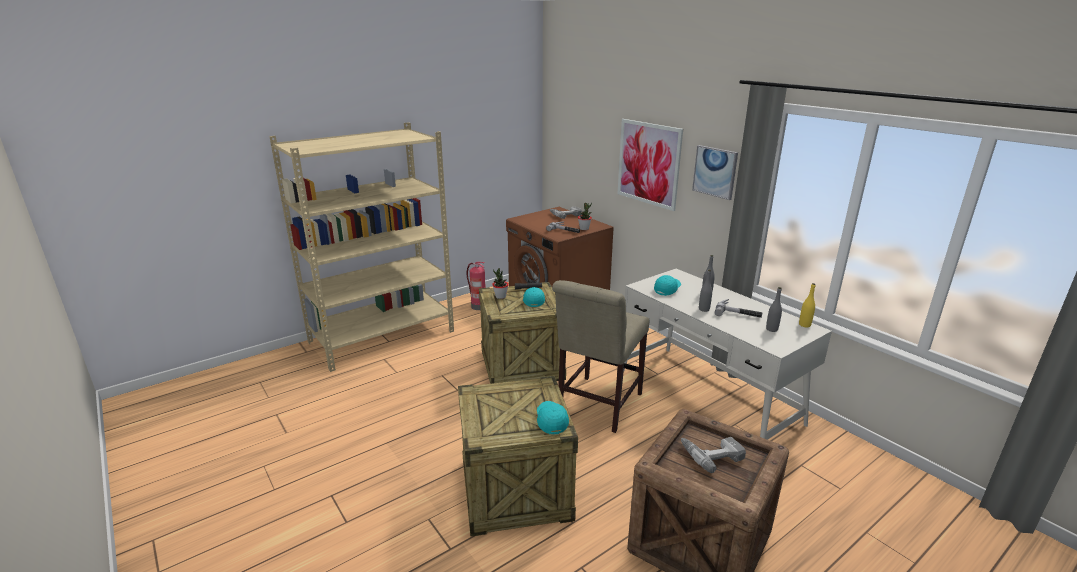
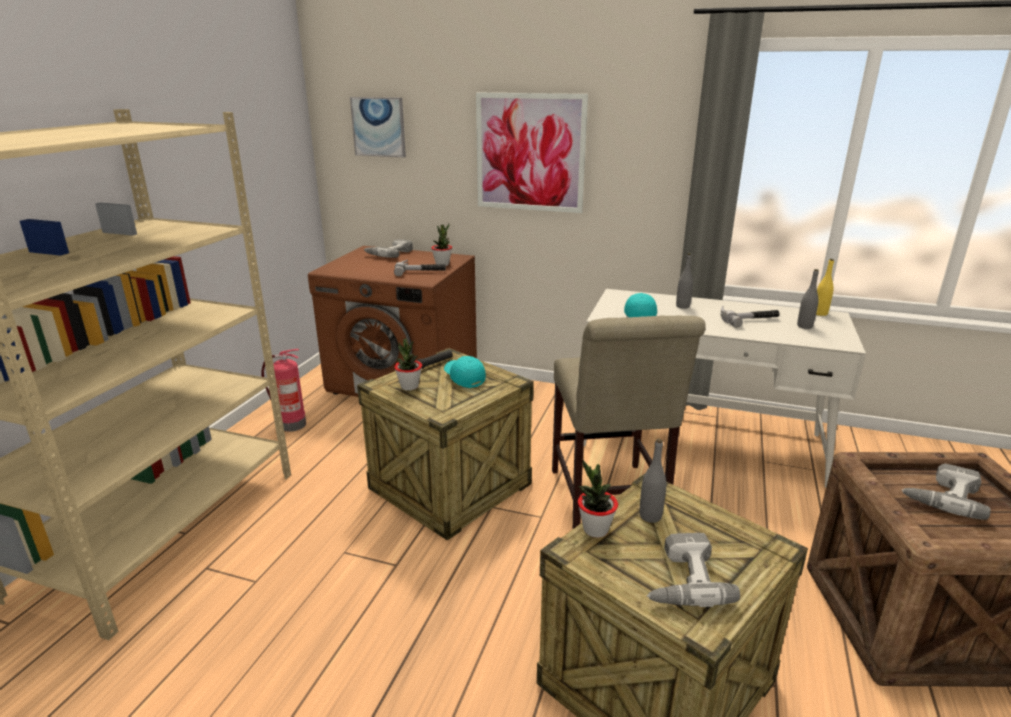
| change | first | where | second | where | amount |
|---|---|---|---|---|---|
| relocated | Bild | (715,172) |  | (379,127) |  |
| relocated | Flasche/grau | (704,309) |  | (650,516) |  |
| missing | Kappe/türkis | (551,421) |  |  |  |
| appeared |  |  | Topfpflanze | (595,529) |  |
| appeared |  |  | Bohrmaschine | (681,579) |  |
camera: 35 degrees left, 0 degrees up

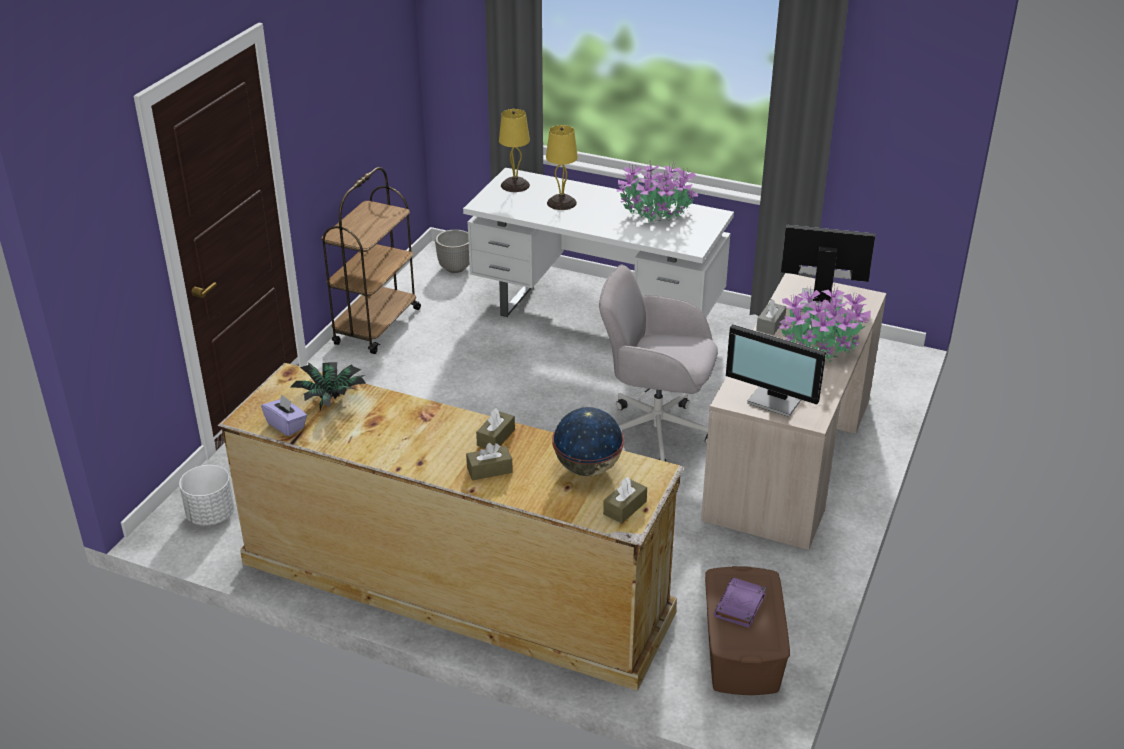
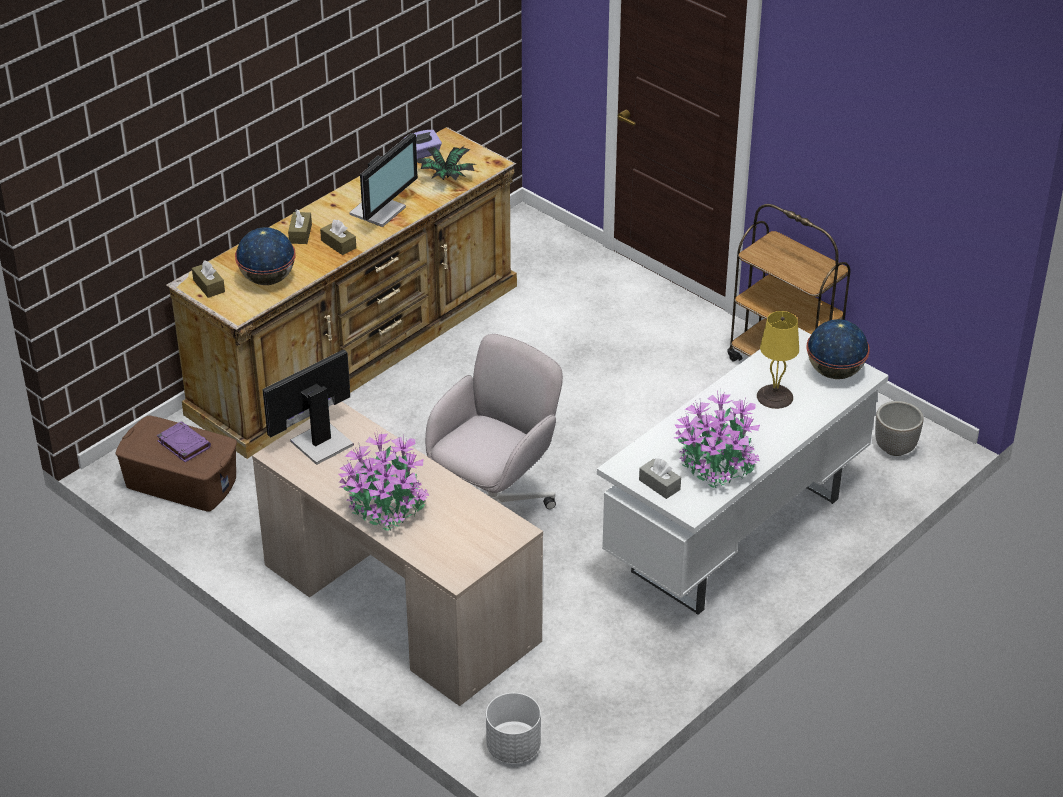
| change | first | where | second | where | amount |
|---|---|---|---|---|---|
| exchanged | Tischlampe/gelb | (516,185) | Globus | (835,372) |  |
| relocated | Monitor | (820,301) |  | (380,211) |  |
| relocated | Taschentuchbox/grau | (770,324) |  | (659,485) |  |
| relocated | Pflanzkübel/weiß | (211,515) |  | (513,747) |  |
camera: 110 degrees right, 5 degrees up

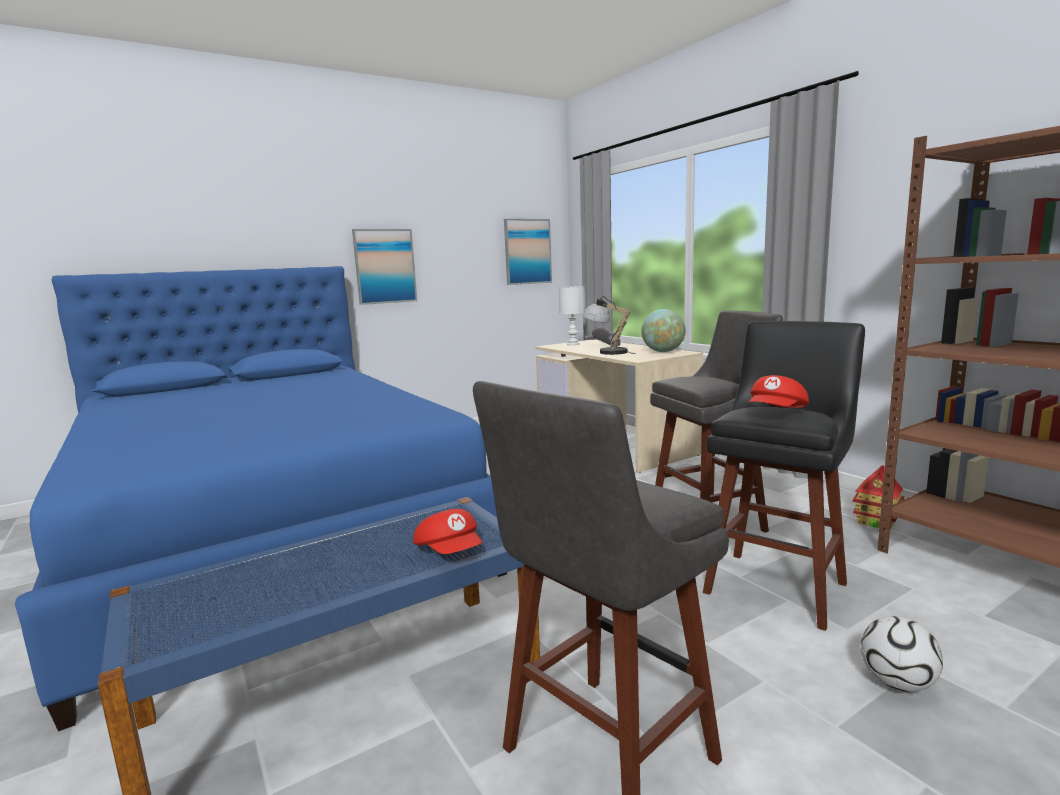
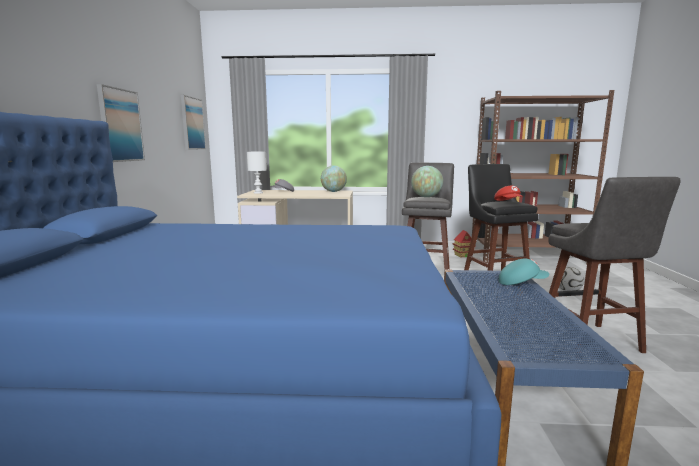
| change | first | where | second | where | amount |
|---|---|---|---|---|---|
| missing | Tischlampe | (606,352) |  |  |  |
| colour | Kappe/rot | (450,552) | Kappe/türkis | (521,283) |  |
| appeared |  |  | Globus | (426,197) |  |
camera: 55 degrees left, 0 degrees up

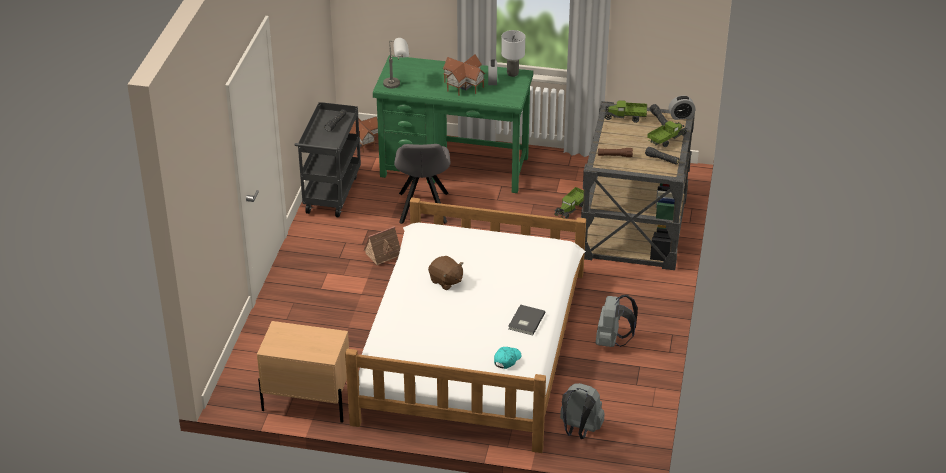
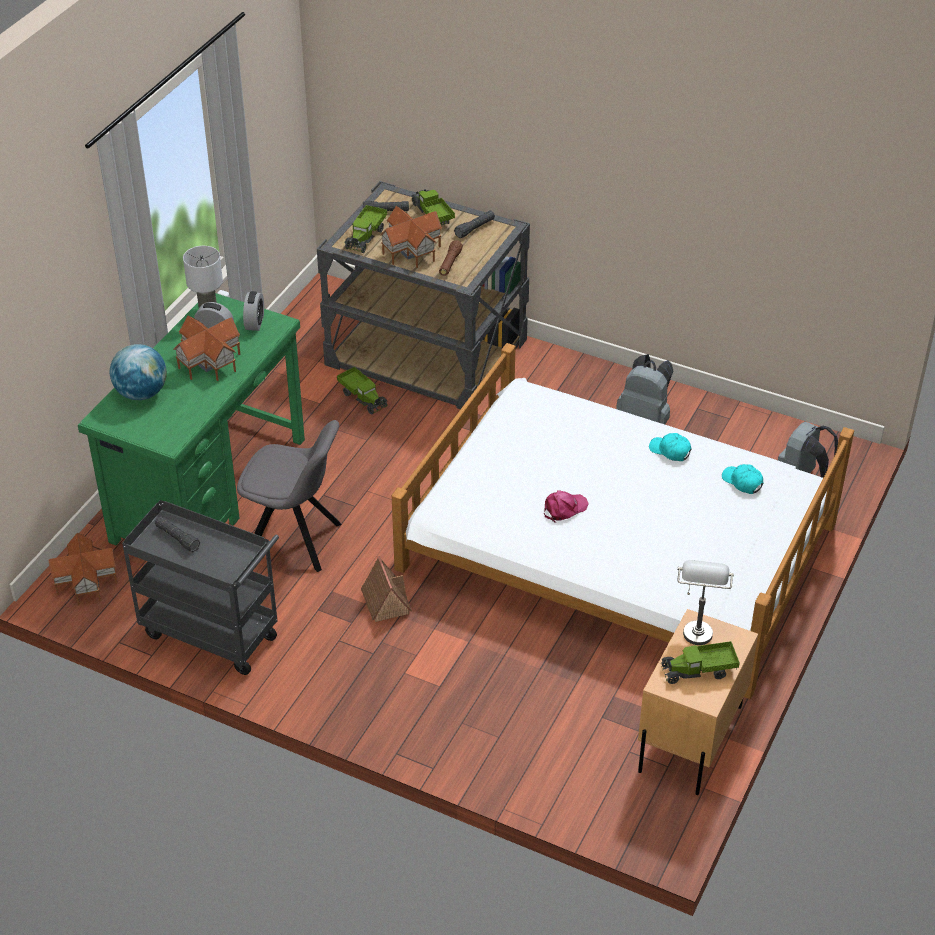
| change | first | where | second | where | amount |
|---|---|---|---|---|---|
| relocated | Tischlampe/grau | (397,83) |  | (697,626) |  |
| relocated | Wecker | (681,116) |  | (254,323) |  |
| exchanged | Plüschtier/braun | (446,281) | Kappe/rosa | (564,509) |  |
| exchanged | Buch/grau | (525,321) | Kappe/türkis | (670,451) |  |
| appeared |  |  | Spielzeughaus | (412,250) |  |
| appeared |  |  | Globus | (141,393) |  |
| appeared |  |  | Spielzeuglaster | (699,671) |  |
camera: 75 degrees left, 5 degrees up

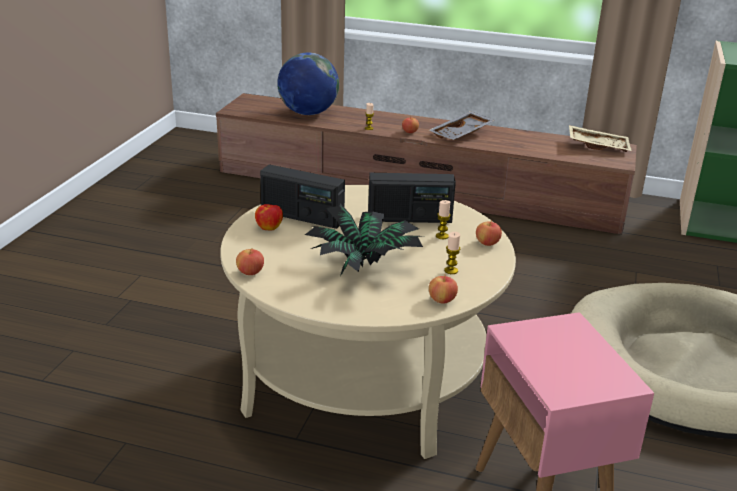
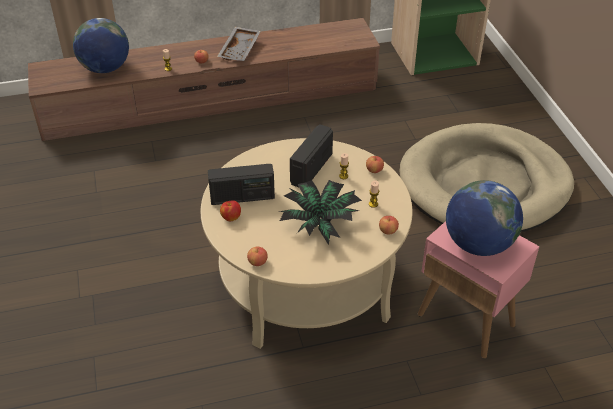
| change | first | where | second | where | amount |
|---|---|---|---|---|---|
| missing | Tablett/beige | (598,146) |  |  |  |
| spun | Radio | (409,218) |  | (311,168) | 150 degrees clockwise |
| appeared |  |  | Globus | (478,244) |  |
camera: 30 degrees left, 15 degrees up

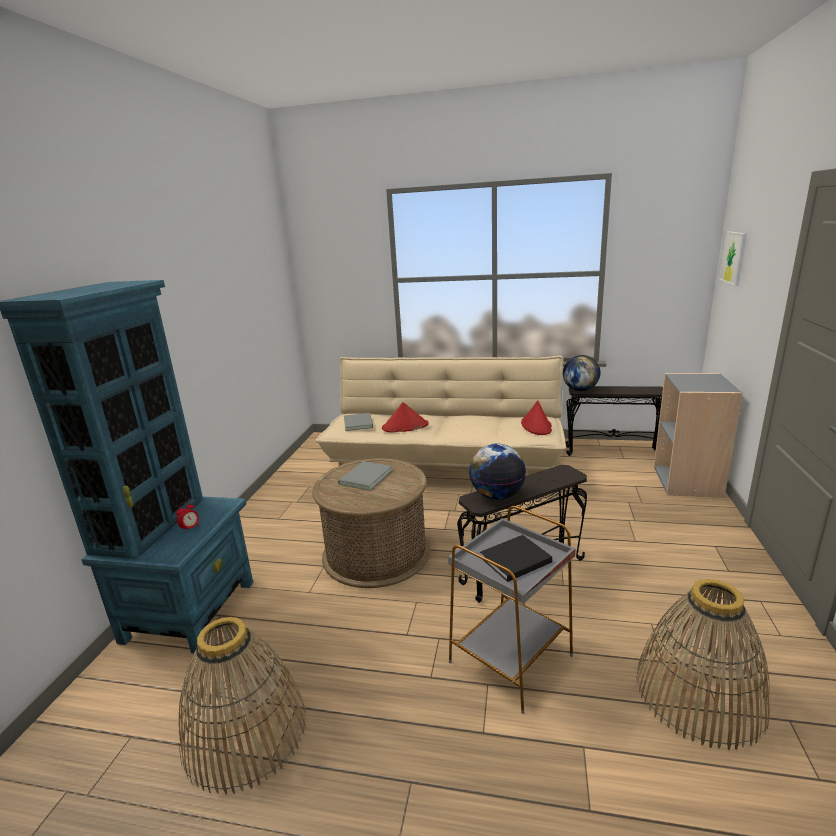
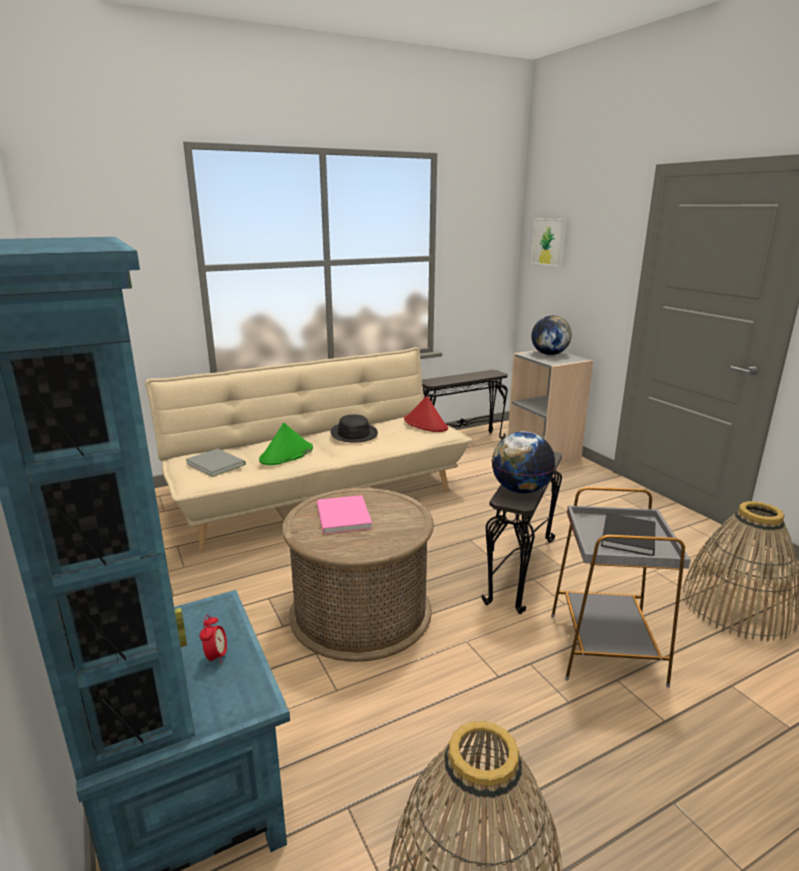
| change | first | where | second | where | amount |
|---|---|---|---|---|---|
| relocated | Globus | (580,390) |  | (549,354) |  |
| colour | Hut/rot | (405,426) | Hut/grün | (286,454) |  |
| colour | Buch/grau | (364,477) | Buch/rosa | (342,517) |  |
| appeared |  |  | Hut/schwarz | (353,433) |  |
camera: 40 degrees left, 0 degrees up

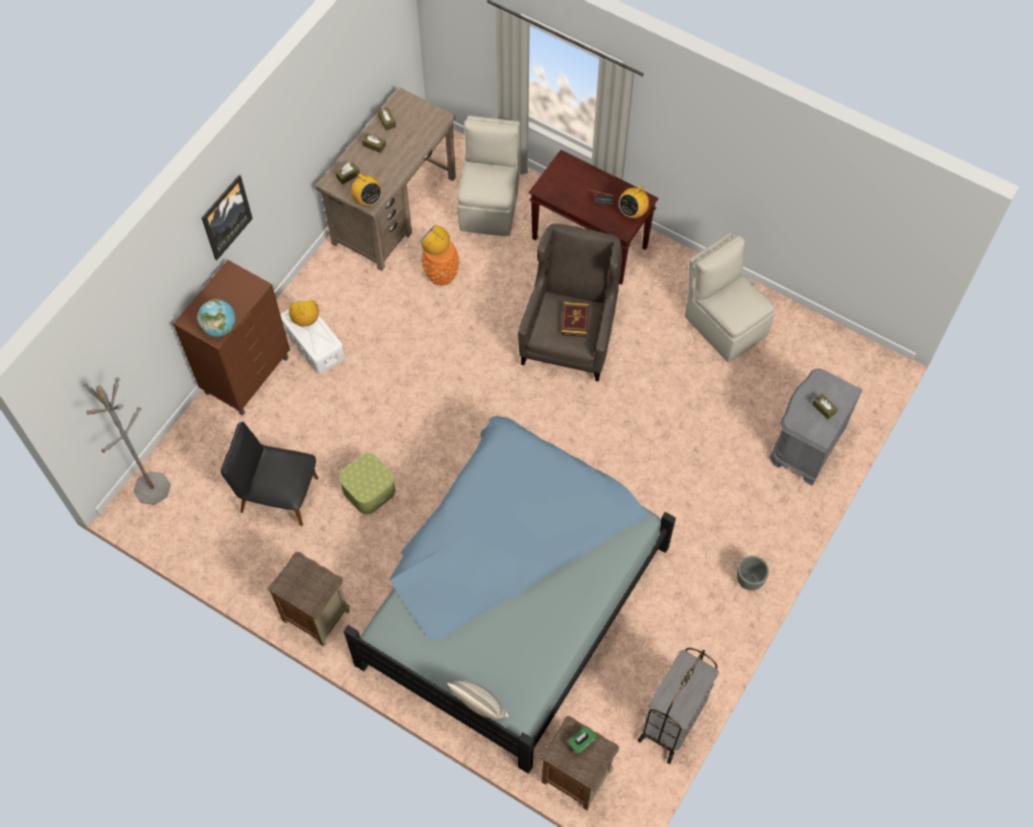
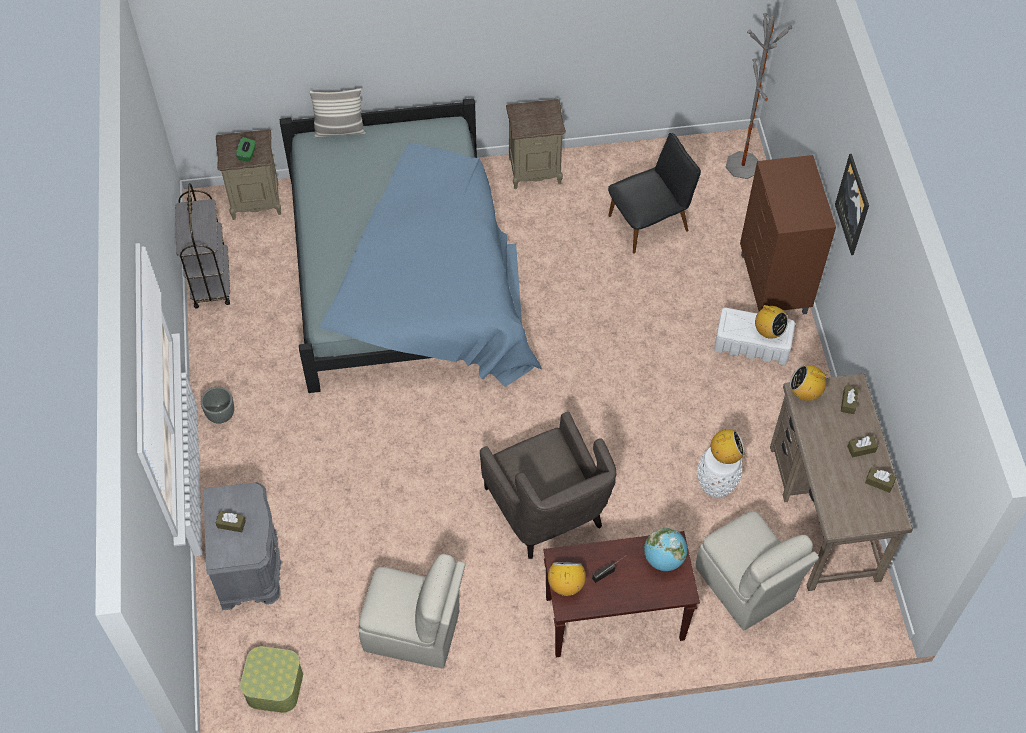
| change | first | where | second | where | amount |
|---|---|---|---|---|---|
| colour | Hocker/orange | (441,274) | Hocker/weiß | (716,483) |  |
| relocated | Globus | (219,327) |  | (664,559) |  |
| missing | Buch | (575,320) |  |  |  |
| relocated | Aufbewahrungsbox | (368,490) |  | (274,686) |  |
camera: 140 degrees right, 5 degrees down

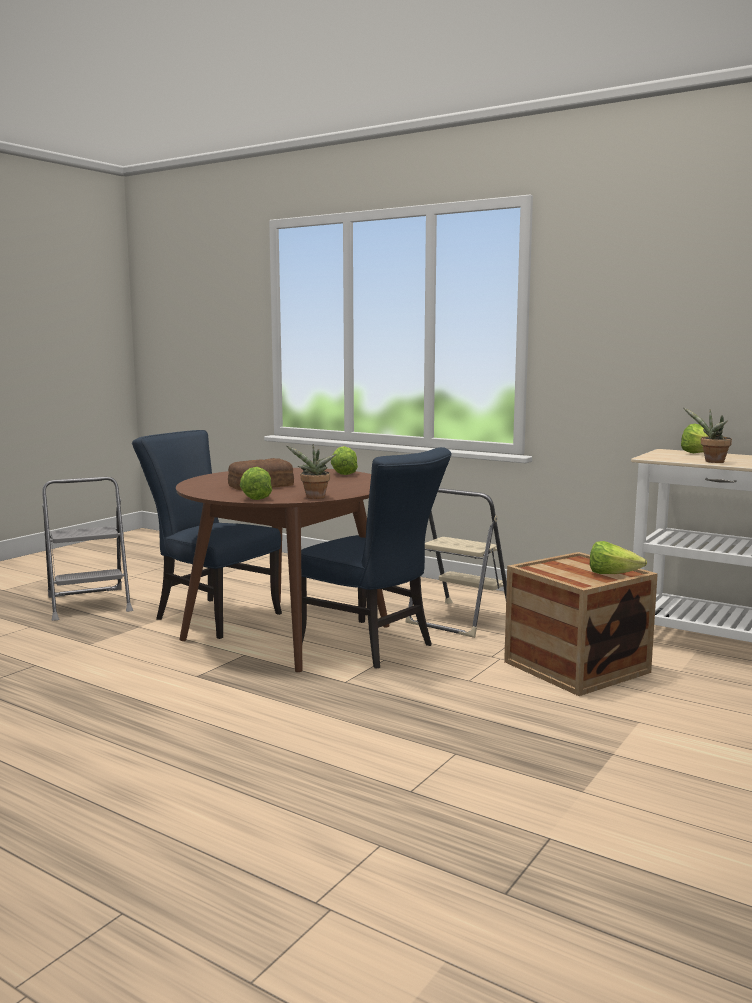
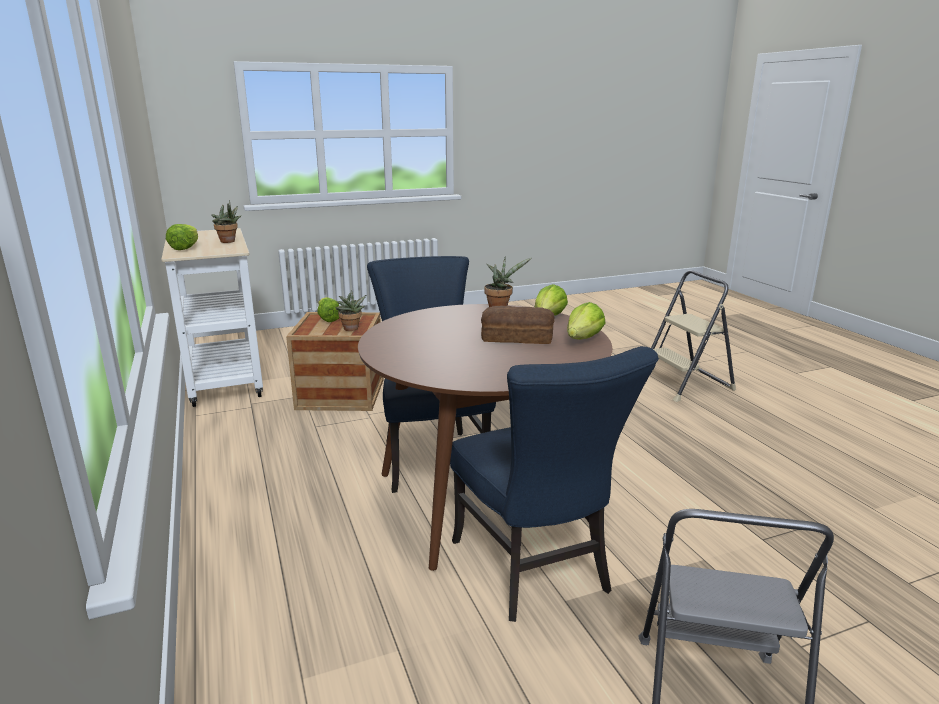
| change | first | where | second | where | amount |
|---|---|---|---|---|---|
| relocated | Salatkopf | (343,473) |  | (583,339) |  |
| relocated | Trittleiter/beige | (457,619) |  | (688,383) |  |
| appeared |  |  | Topfpflanze | (351,329) |  |
camera: 145 degrees left, 10 degrees up

